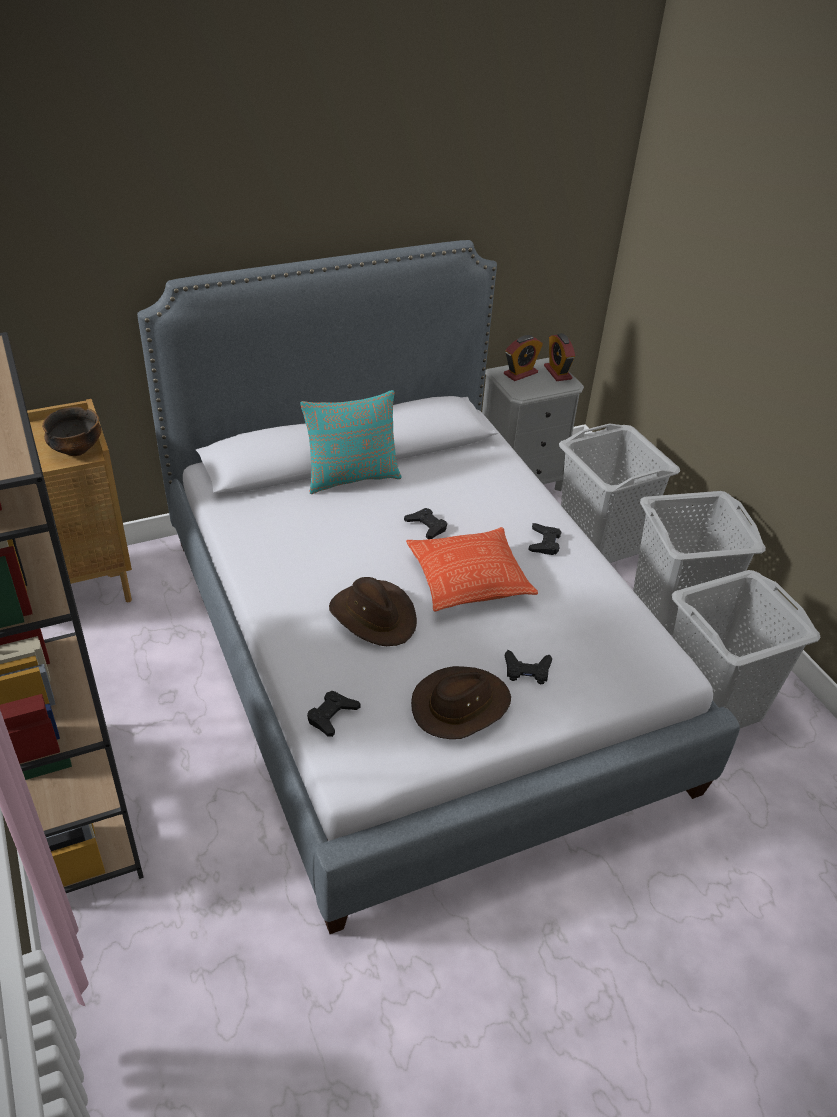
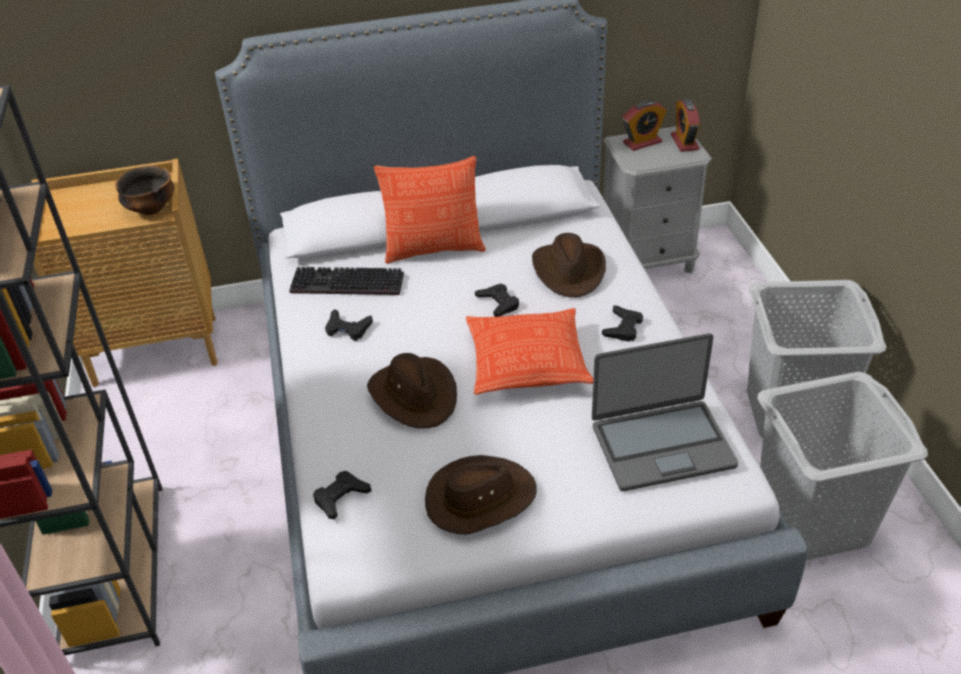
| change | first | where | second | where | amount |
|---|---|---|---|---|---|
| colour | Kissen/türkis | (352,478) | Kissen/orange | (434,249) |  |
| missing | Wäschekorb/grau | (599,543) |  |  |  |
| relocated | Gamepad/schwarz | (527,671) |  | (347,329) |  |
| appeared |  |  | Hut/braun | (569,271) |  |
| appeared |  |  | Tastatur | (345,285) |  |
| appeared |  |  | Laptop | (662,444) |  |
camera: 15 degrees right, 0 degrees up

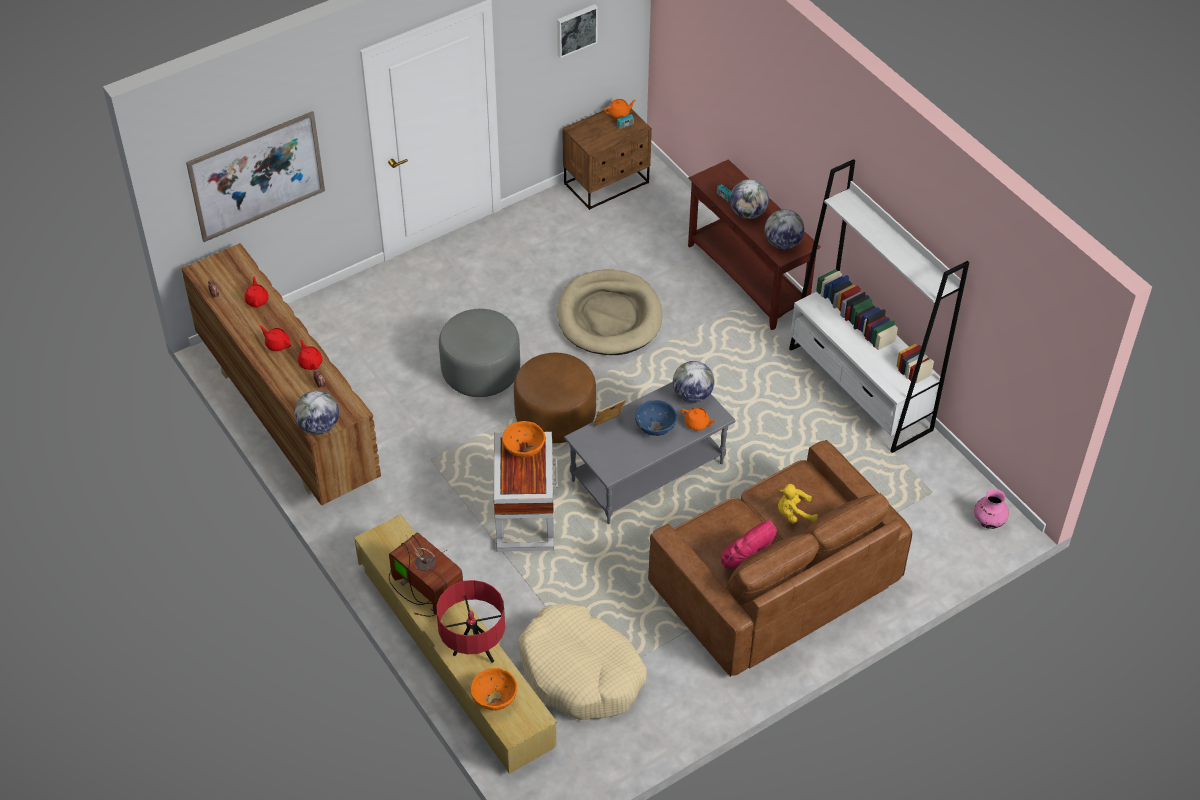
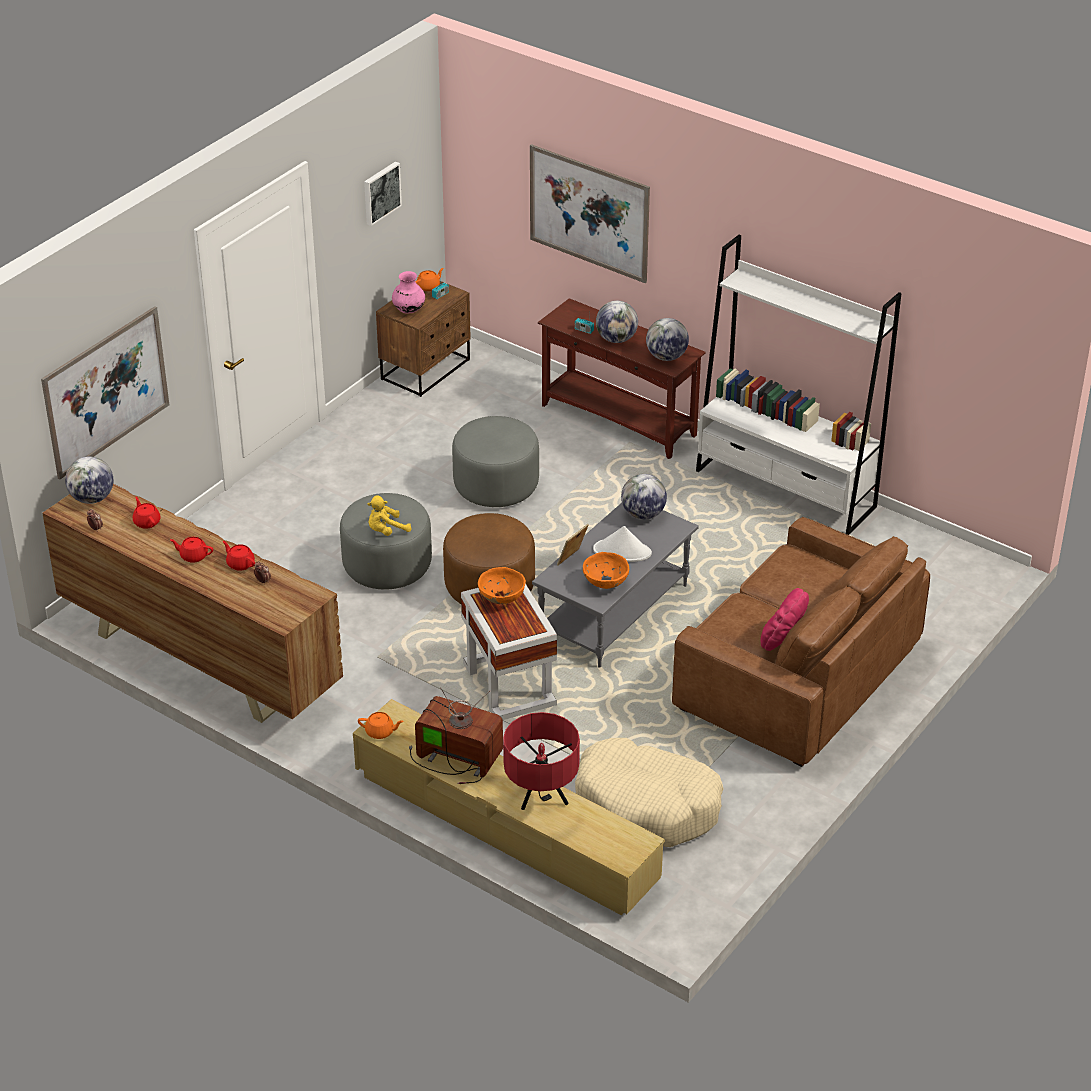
| change | first | where | second | where | amount |
|---|---|---|---|---|---|
| exchanged | Hundebett/beige | (609,317) | Polsterhocker/grau | (496,485) |  |
| relocated | Globus | (319,426) |  | (92,498) |  |
| exchanged | Schüssel/blau | (655,428) | Hut/weiß | (622,551) |  |
| relocated | Teekanne/orange | (697,424) |  | (380,732) |  |
| relocated | Plüschtier/gelb | (794,514) |  | (386,531) |  |
| relocated | Vase/rosa | (988,521) |  | (408,310) |  |
| relocated | Schüssel/orange | (494,699) |  | (605,583) |  |
| appeared |  |  | Bild | (589,213) |  |
camera: 20 degrees left, 10 degrees down

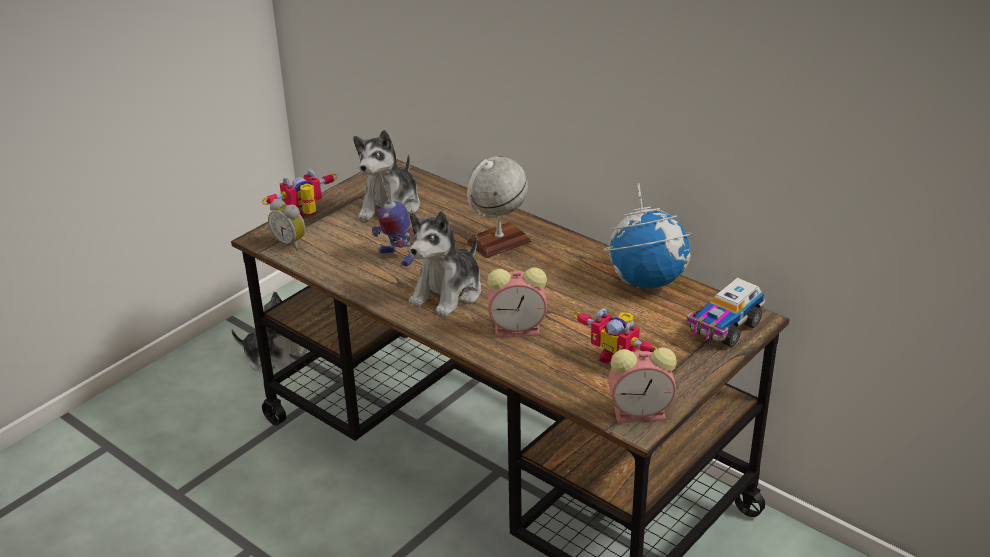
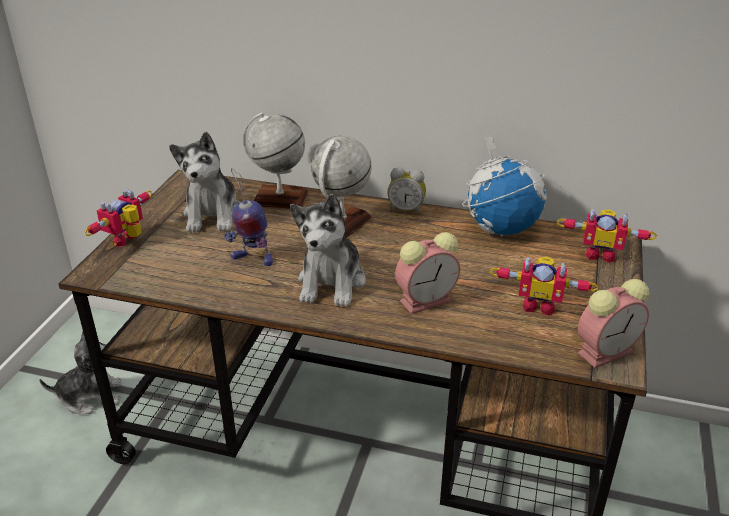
| change | first | where | second | where | amount |
|---|---|---|---|---|---|
| relocated | Wecker | (291,243) |  | (406,210) |  |
| exchanged | Spielzeuglaster | (724,328) | Spielzeugroboter | (600,254) |  |
| appeared |  |  | Globus | (280,199) |  |
camera: 25 degrees left, 0 degrees up

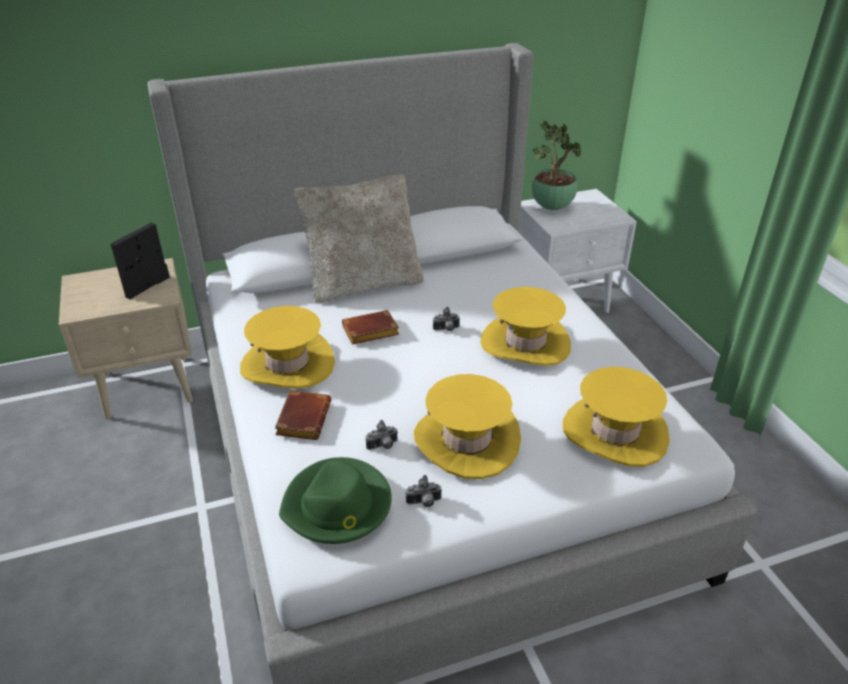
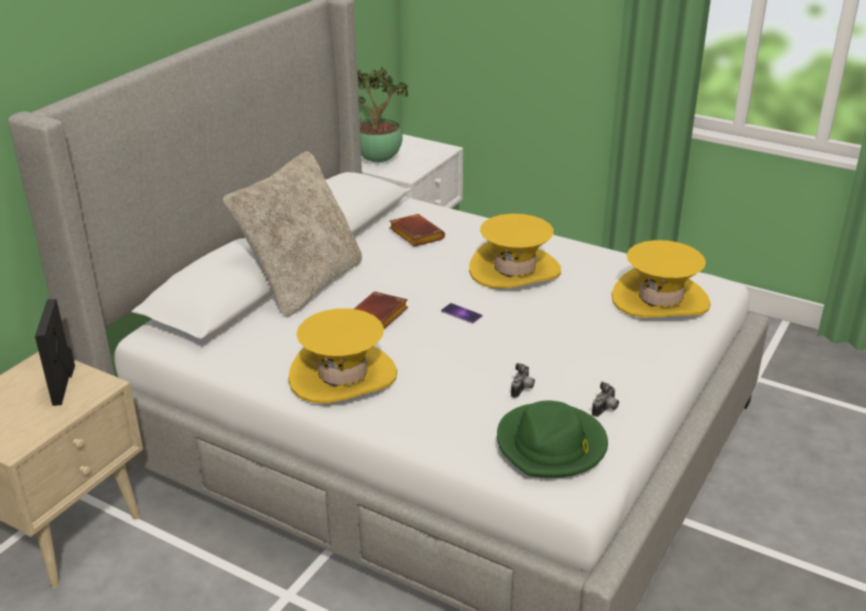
| change | first | where | second | where | amount |
|---|---|---|---|---|---|
| missing | Kamera | (446,329) |  |  |  |
| missing | Hut/gelb | (466,440) |  |  |  |
| relocated | Buch/braun | (302,418) |  | (414,235) |  |
| appeared |  |  | Handy | (461,313) |  |
camera: 40 degrees left, 5 degrees down

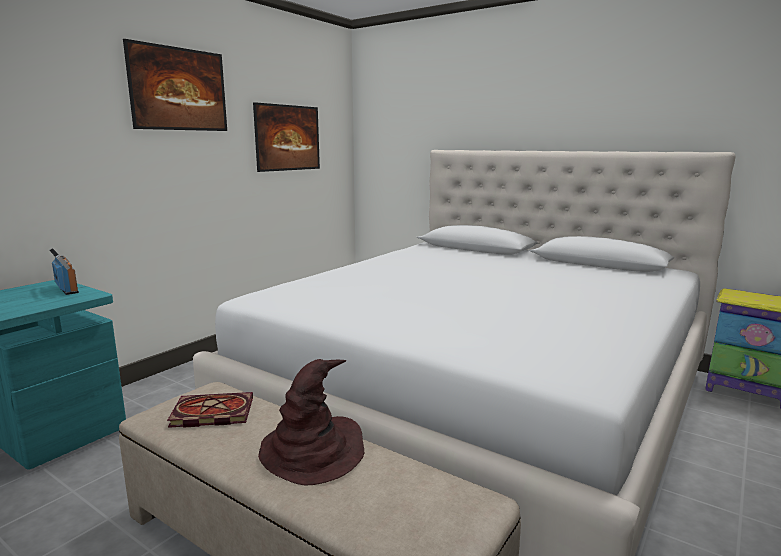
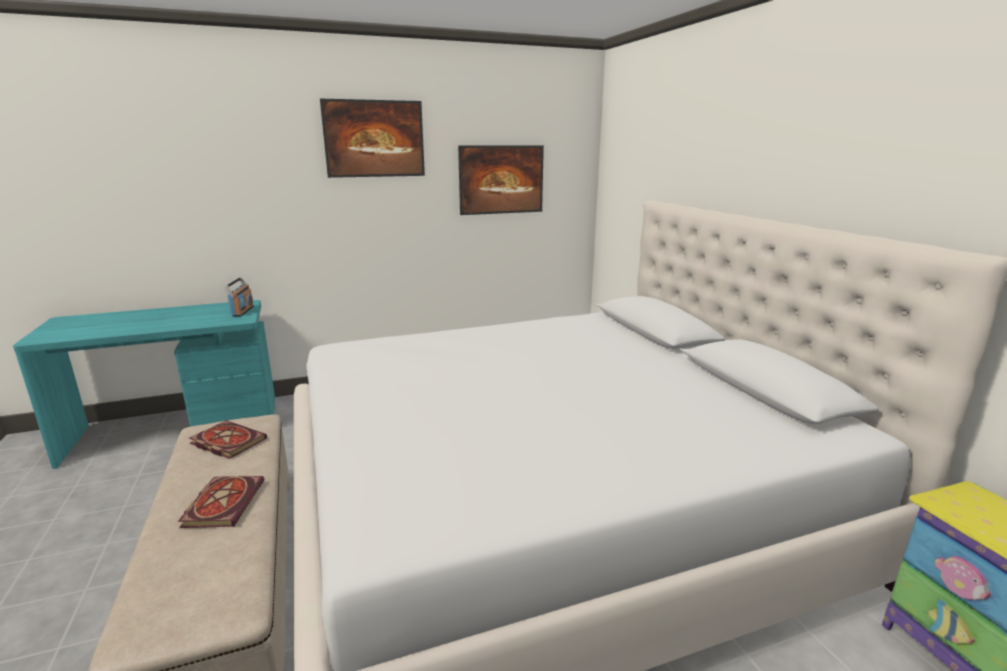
| change | first | where | second | where | amount |
|---|---|---|---|---|---|
| exchanged | Hut/braun | (313,451) | Buch | (223,503) |  |
camera: 35 degrees right, 5 degrees up

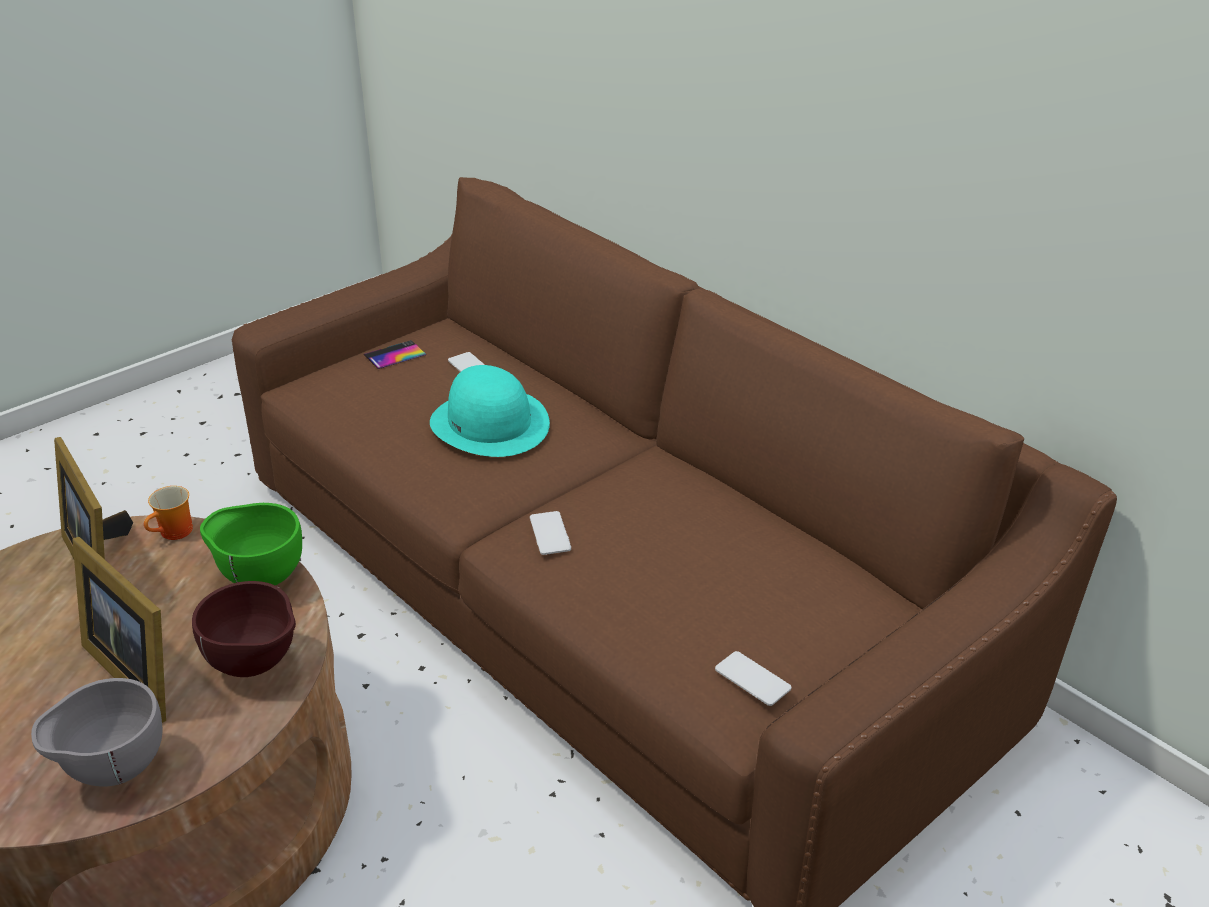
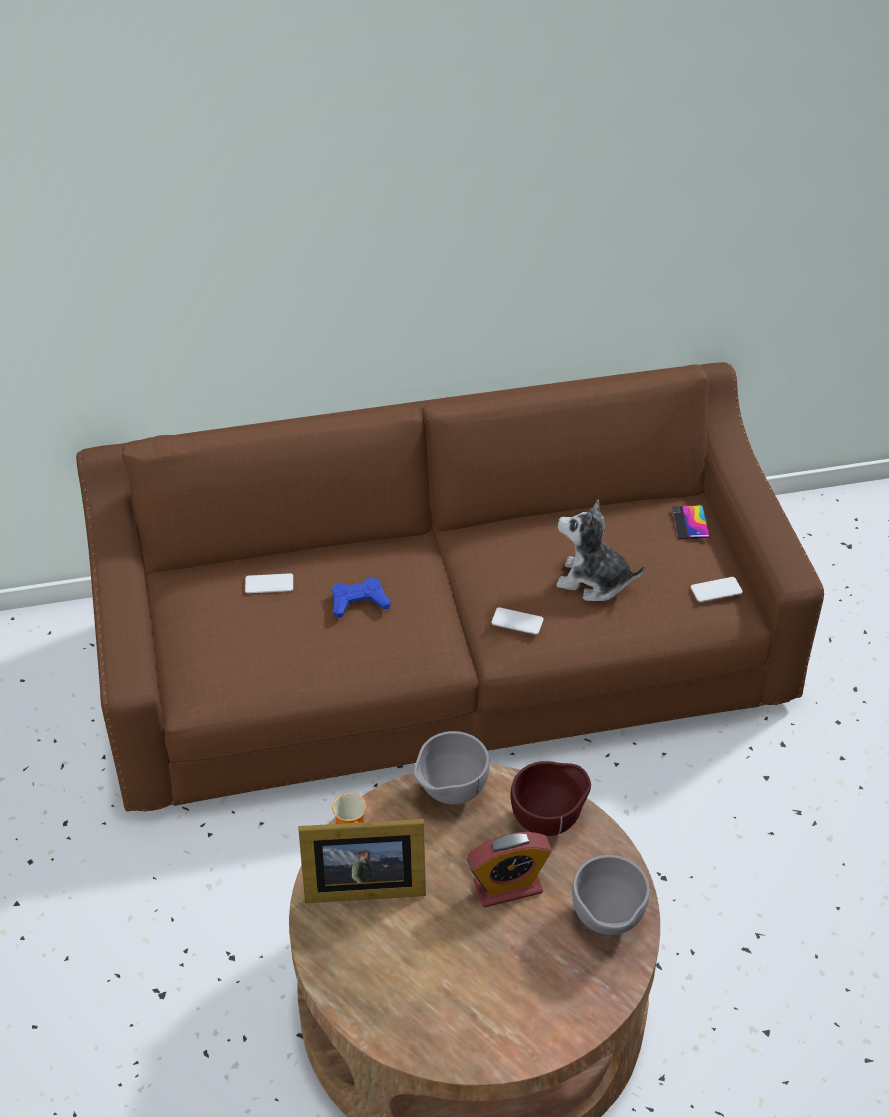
| change | first | where | second | where | amount |
|---|---|---|---|---|---|
| relocated | Handy | (395,355) |  | (690,522) |  |
| exchanged | Hut/türkis | (490,423) | Gamepad/blau | (359,602) |  |
| colour | Schüssel/grün | (260,579) | Schüssel/grau | (450,793) |  |
| exchanged | Bilderrahmen | (138,669) | Wecker | (508,887) |  |
| appeared |  |  | Plüschtier | (593,581) |  |
camera: 60 degrees left, 10 degrees up

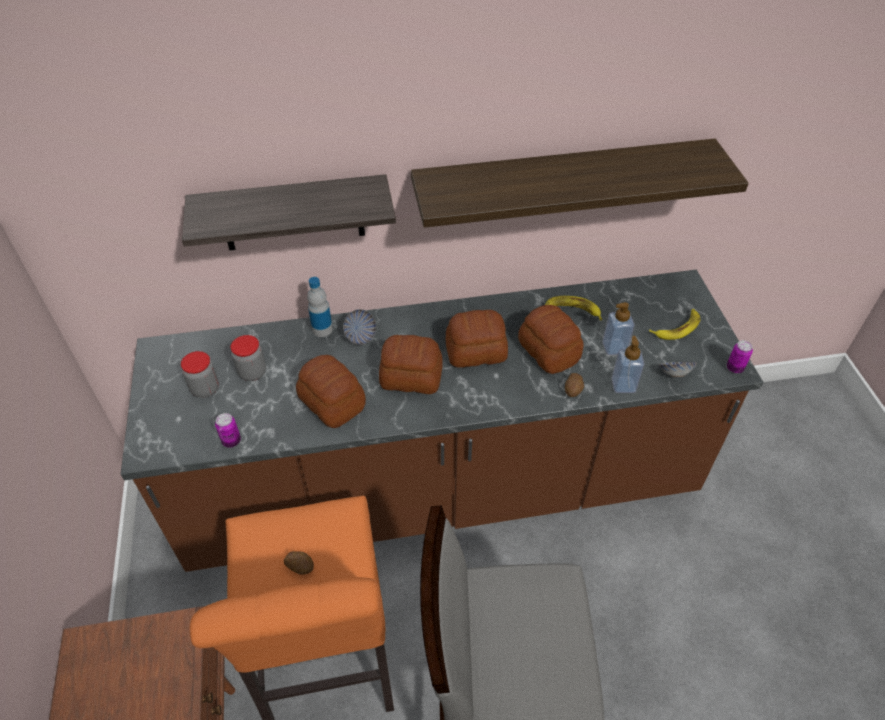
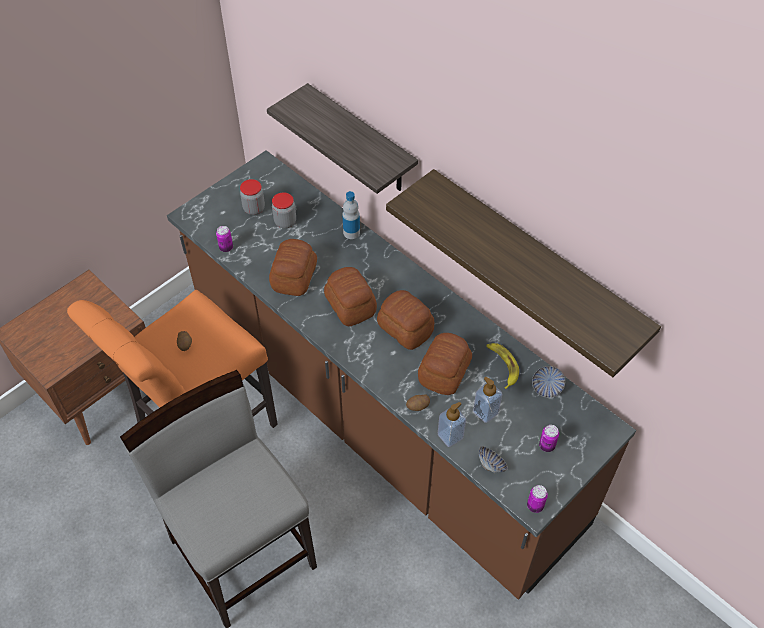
| change | first | where | second | where | amount |
|---|---|---|---|---|---|
| relocated | Schüssel | (360,336) |  | (546,388) |  |
| exchanged | Banane | (677,327) | Dose | (547,446) |  |
camera: 55 degrees right, 5 degrees up

